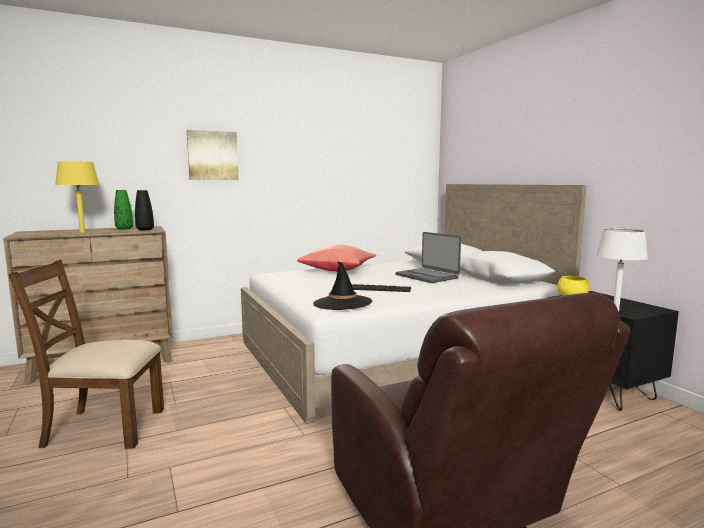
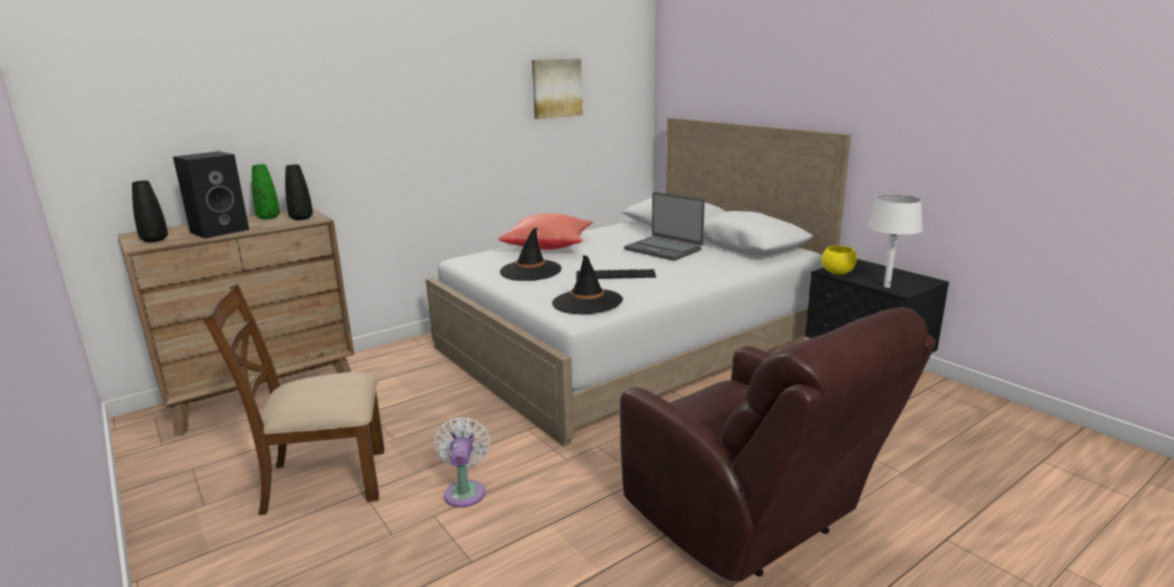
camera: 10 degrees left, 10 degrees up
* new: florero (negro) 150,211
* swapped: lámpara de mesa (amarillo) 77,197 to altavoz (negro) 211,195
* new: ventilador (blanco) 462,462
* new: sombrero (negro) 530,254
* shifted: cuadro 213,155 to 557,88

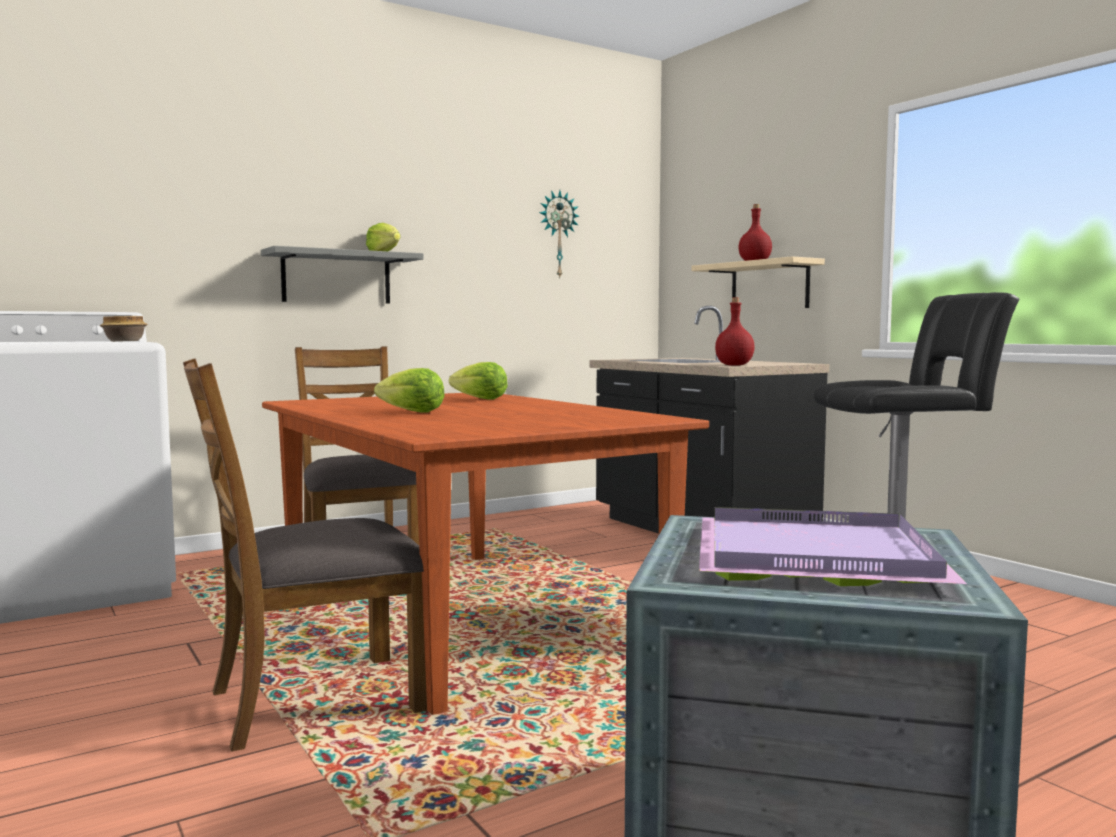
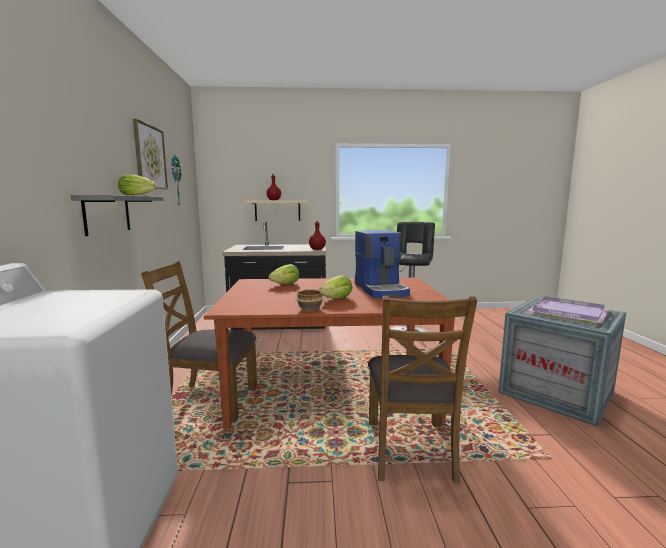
camera: 60 degrees left, 5 degrees up
* new: cuadro 150,154
* shifted: cuenco 123,329 to 309,300
* new: cafetera 382,264

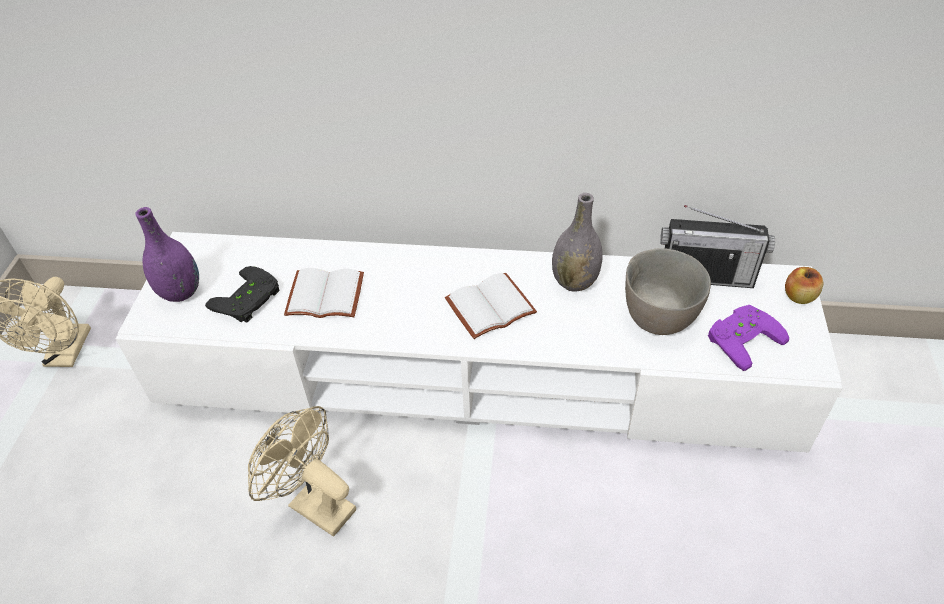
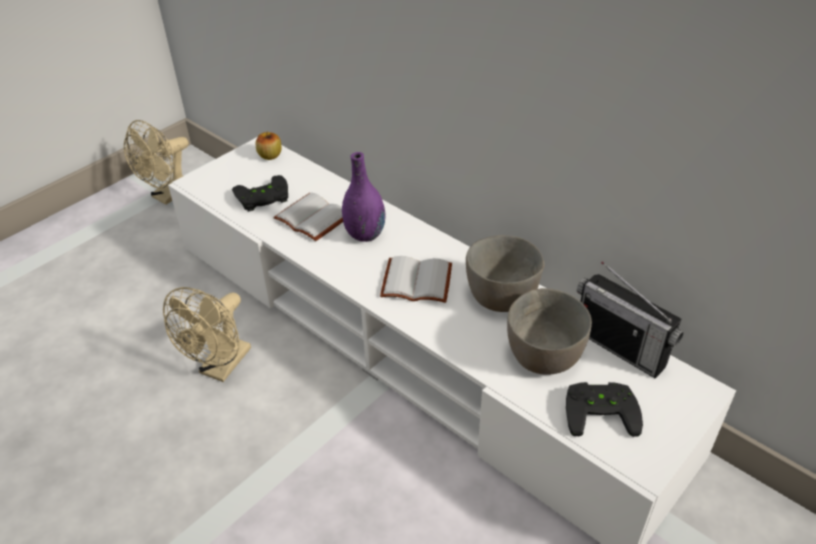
camera: 35 degrees right, 5 degrees down
* rotated: ventilador (beis) 302,471 = 207,334 135 degrees counterclockwise
* shifted: manzana 804,285 to 269,146
* shifted: florero (morado) 167,254 to 364,197
* swapped: florero (gris) 577,242 to cuenco (gris) 505,273
* repainted: mando de consola (morado) 748,338 to mando de consola (negro) 604,409

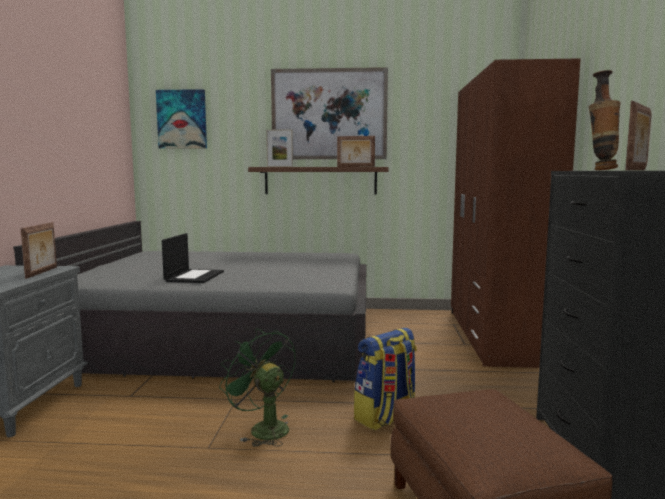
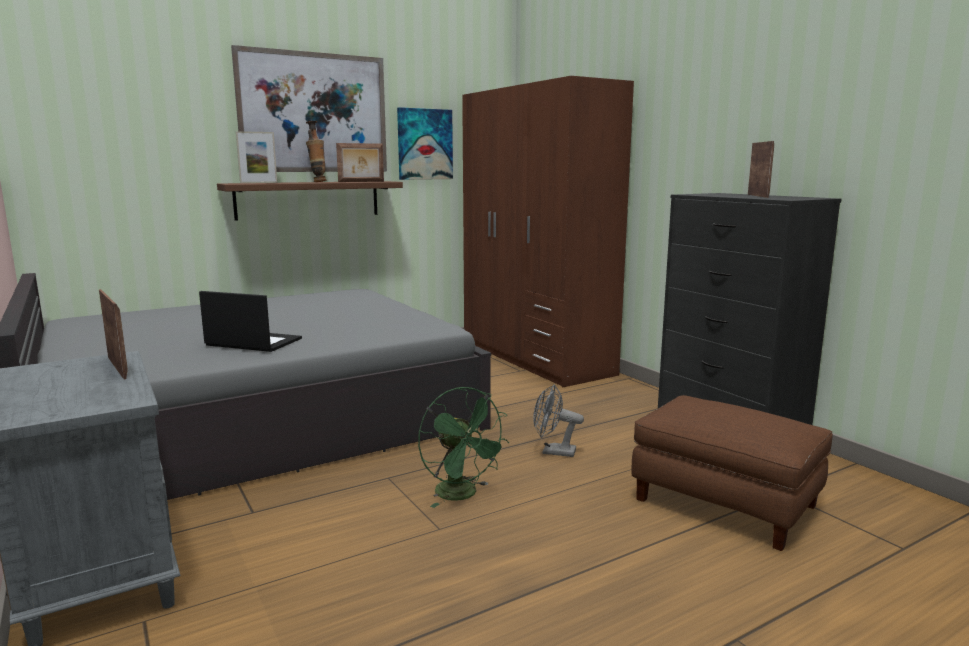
camera: 35 degrees left, 5 degrees up
* rotated: portátil 193,258 = 250,321 45 degrees counterclockwise
* shifted: florero 604,120 to 316,151
* shifted: cuadro 181,119 to 425,143
* rotated: ventilador (verde) 257,387 = 463,447 135 degrees counterclockwise
* swapped: mochila 385,379 to ventilador (gris) 558,420

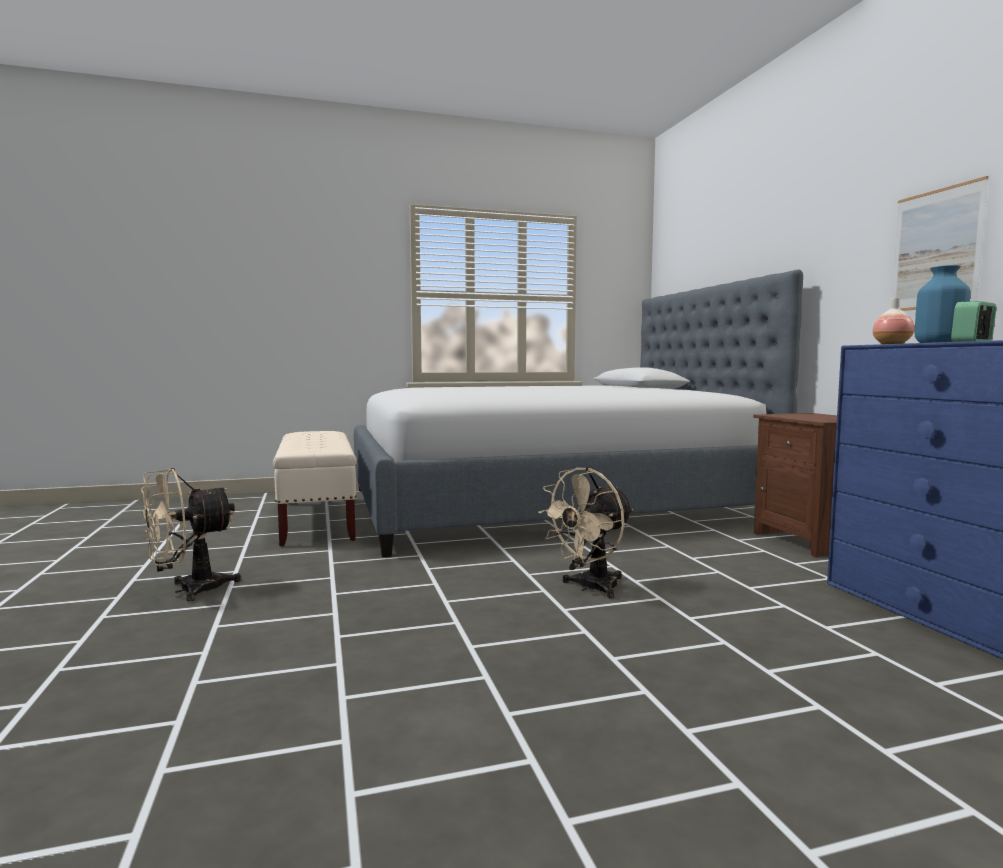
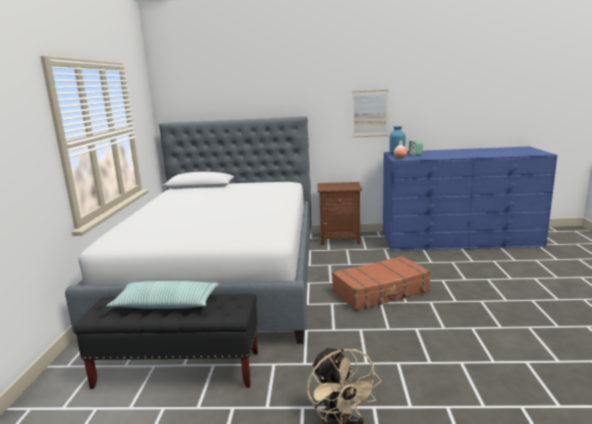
camera: 70 degrees left, 10 degrees up
* repainted: banco (beis) 315,489 to banco (negro) 166,341
* new: cojín 162,295
* swapped: ventilador (beis) 585,533 to maleta (marrón) 381,283

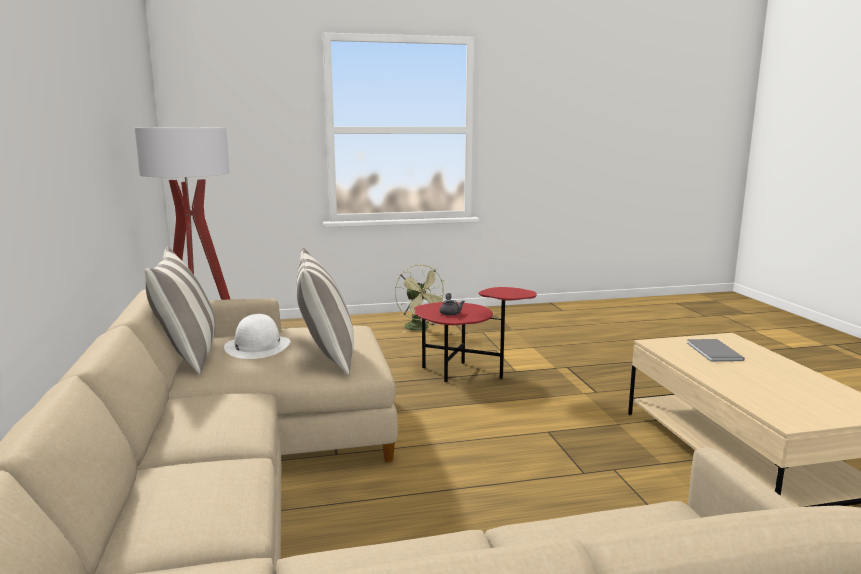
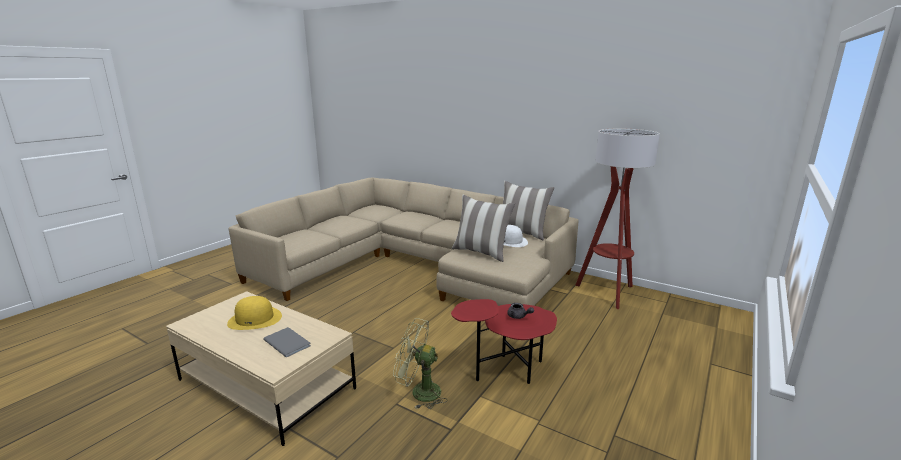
camera: 135 degrees right, 5 degrees up
* new: sombrero (amarillo) 254,313
* shifted: ventilador (verde) 421,298 to 420,363

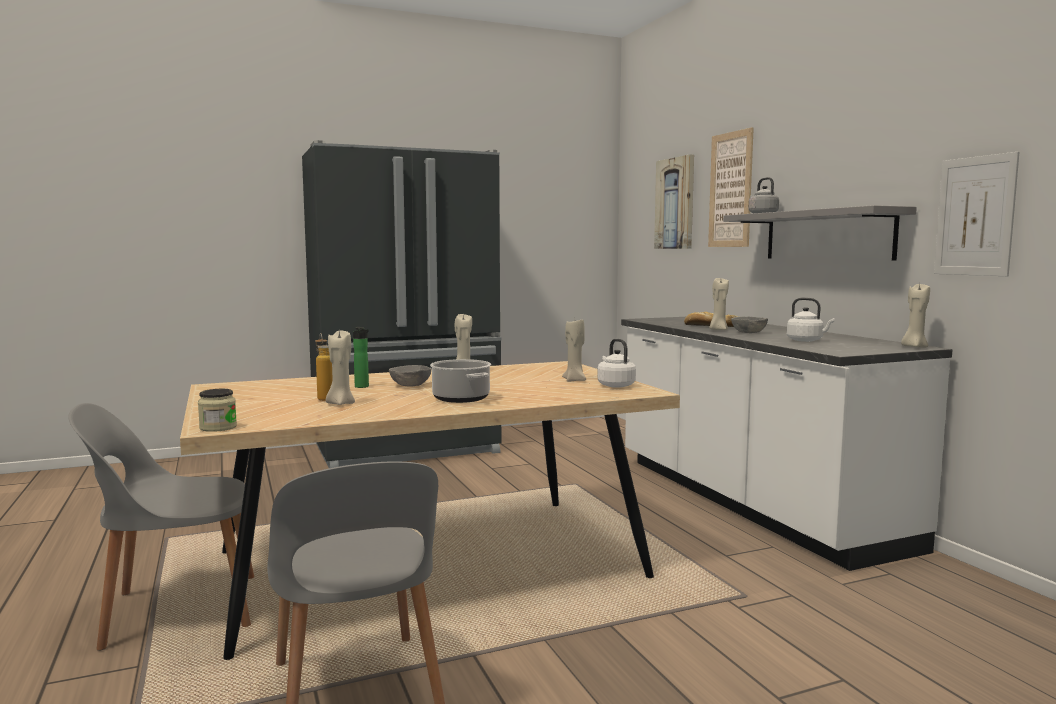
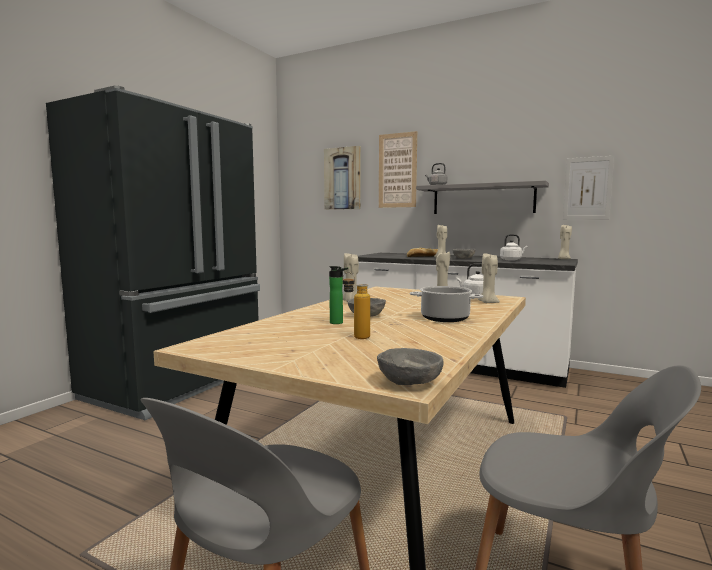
camera: 40 degrees left, 0 degrees up
* swapped: tarro 217,410 to cuenco (gris) 410,366
* shifted: vela (beis) 340,368 to 489,278

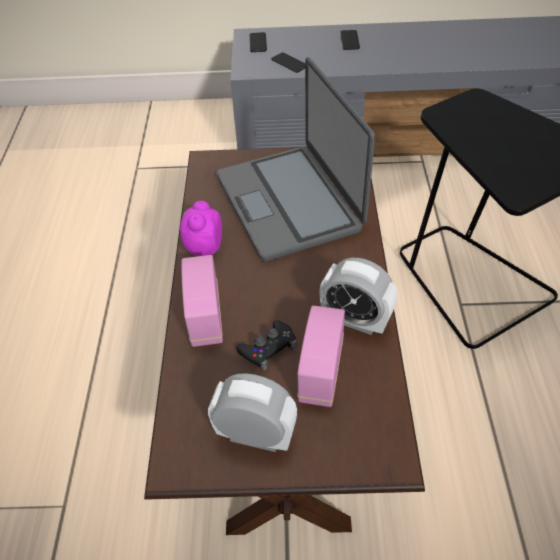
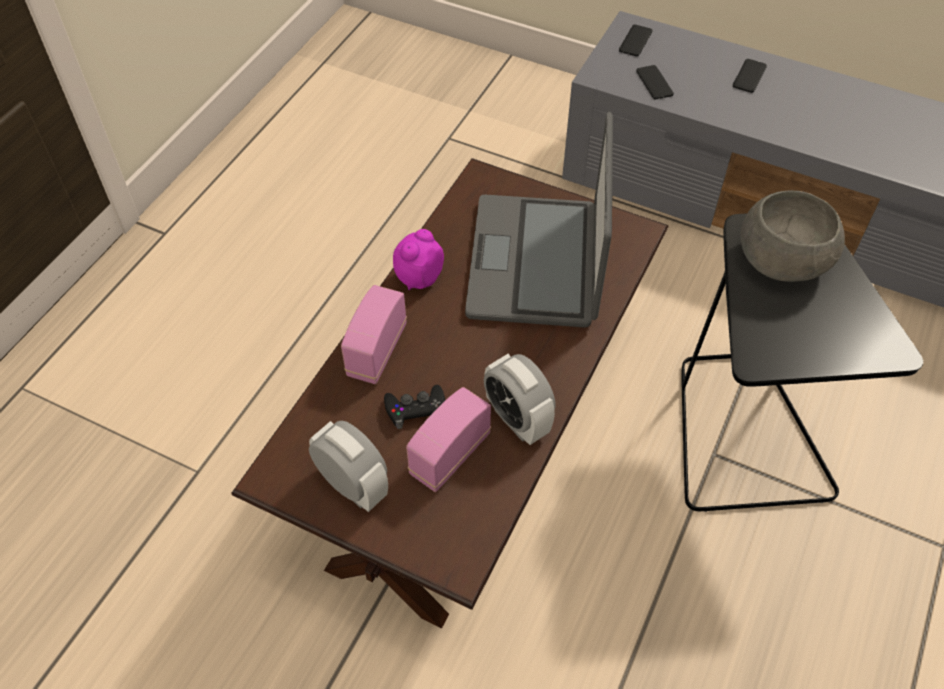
camera: 25 degrees right, 5 degrees up
* new: cuenco (gris) 792,236

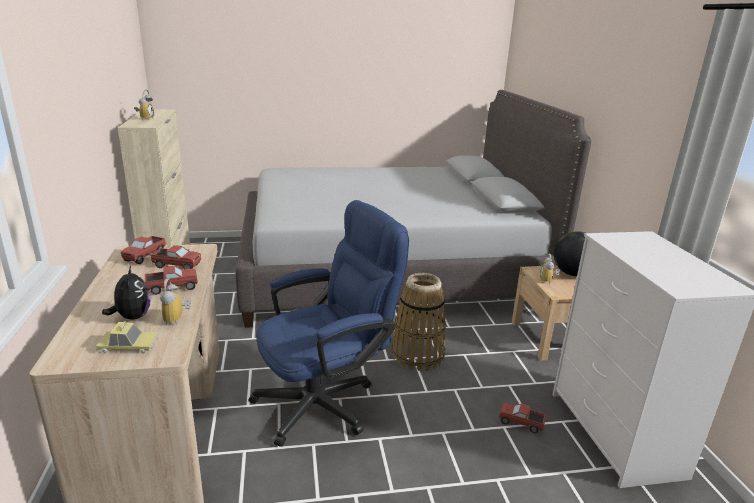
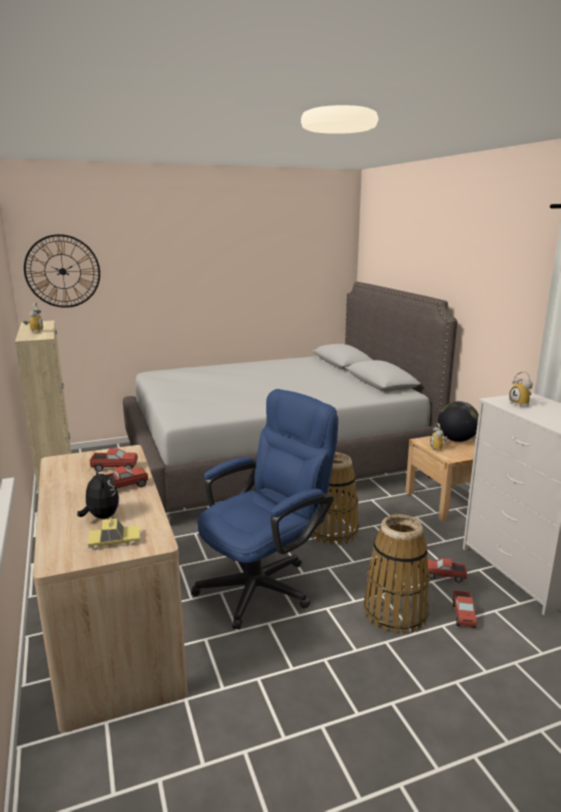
camera: 10 degrees left, 5 degrees down
* new: reloj de pared 62,271
* new: cesta 396,574
* shifted: camión de juguete 143,250 to 465,609
* shifted: despertador 175,302 to 521,388

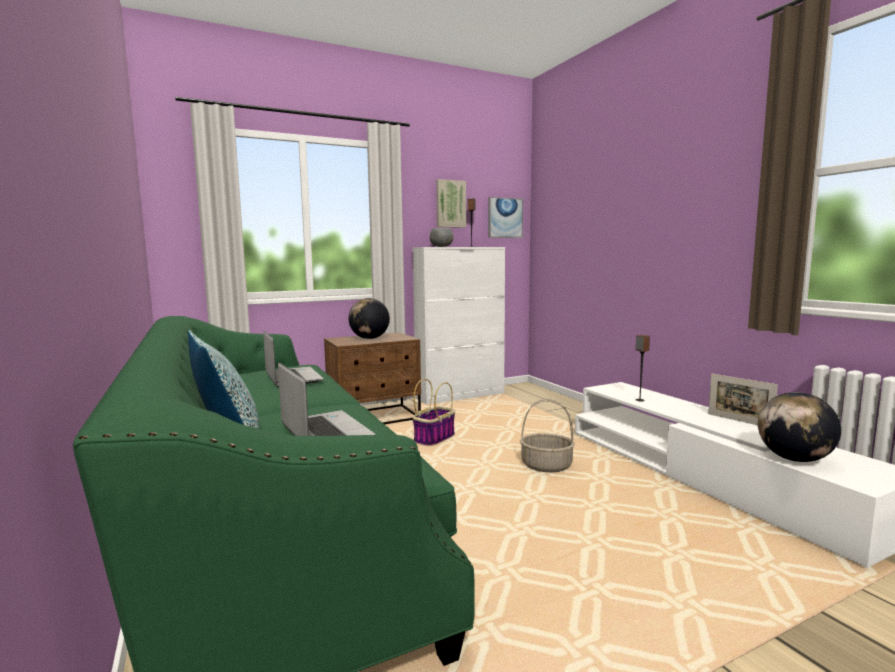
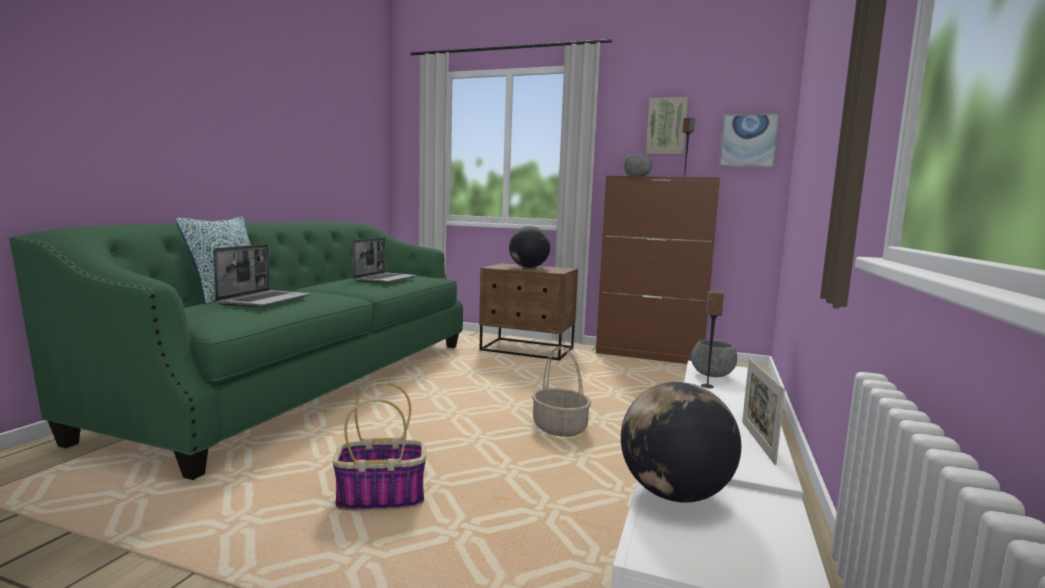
camera: 45 degrees right, 0 degrees up
* shifted: cesta 433,412 to 379,446
* repainted: armario (blanco) 458,326 to armario (marrón) 658,270
* new: cuenco (gris) 714,358

